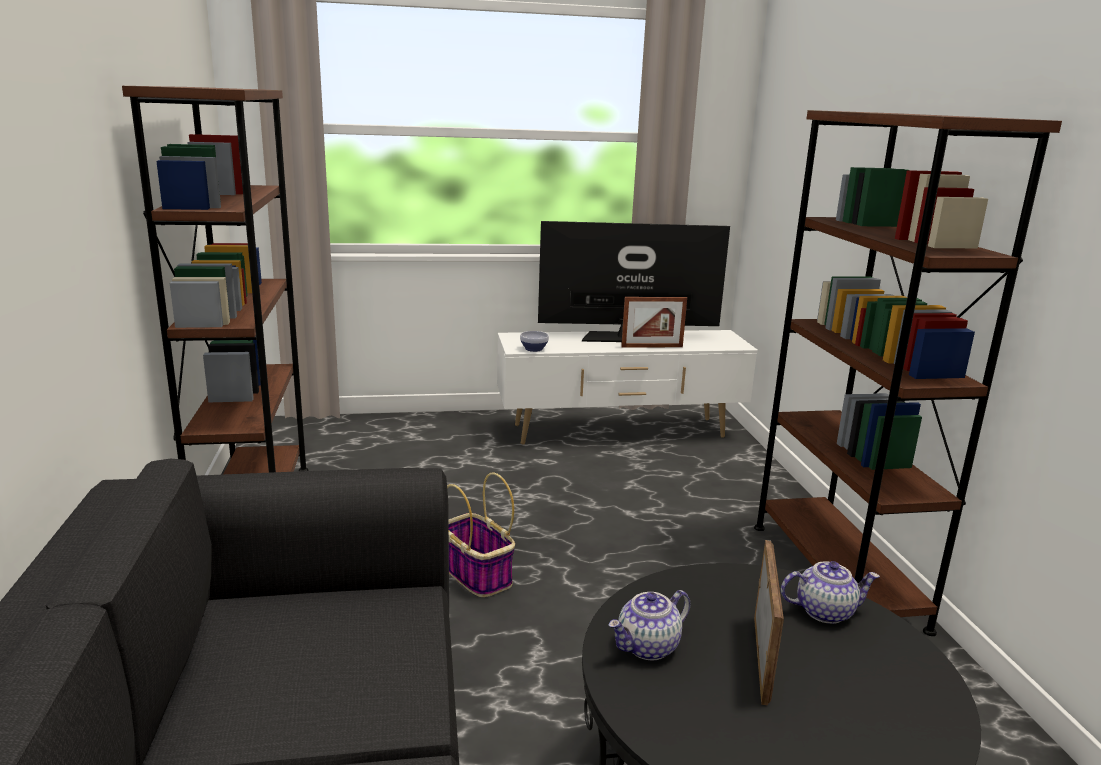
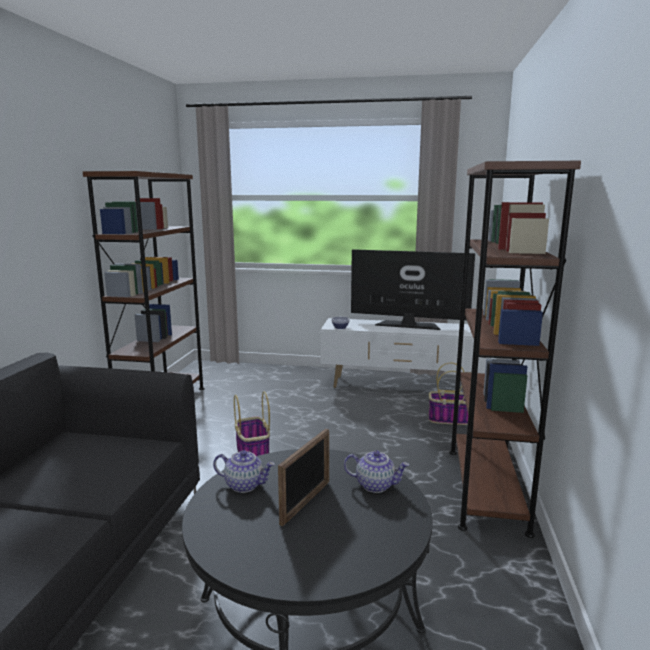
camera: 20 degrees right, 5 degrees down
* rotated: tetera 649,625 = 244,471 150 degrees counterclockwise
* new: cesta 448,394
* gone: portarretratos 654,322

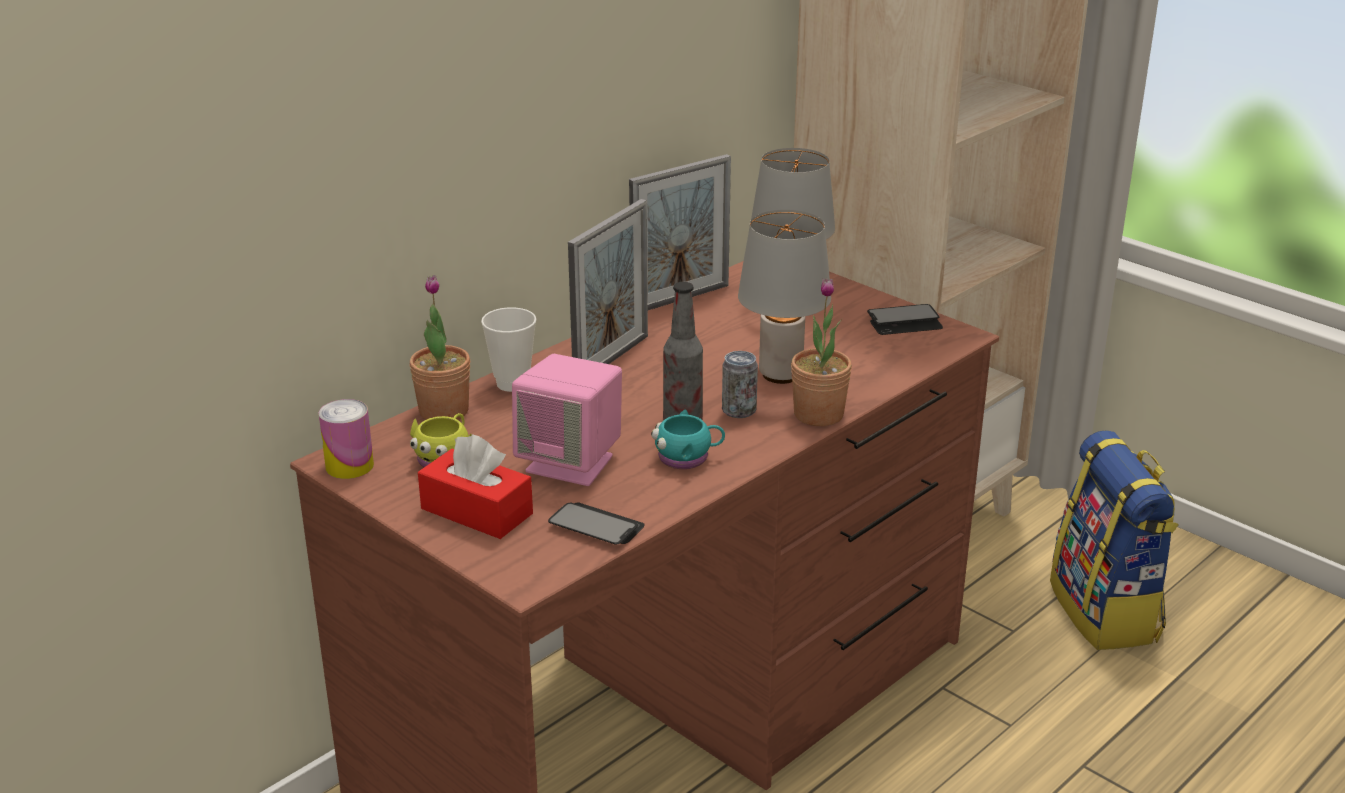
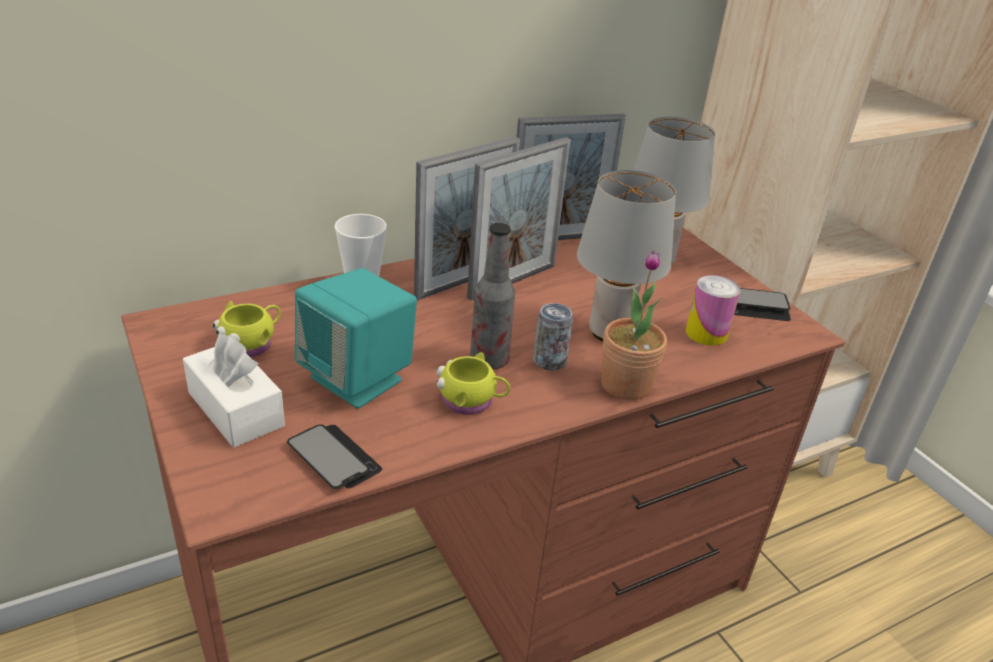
camera: 15 degrees right, 5 degrees up
* repainted: caja de pañuelos (rojo) 475,486 to caja de pañuelos (blanco) 234,391
* repainted: altavoz (rosa) 567,420 to altavoz (turquesa) 356,338
* repainted: taza grande (turquesa) 688,439 to taza grande (amarillo) 473,383
* new: portarretratos 519,219
* shifted: lata 346,439 to 713,310
* gone: planta en maceta 439,347
* gone: mochila 1114,540

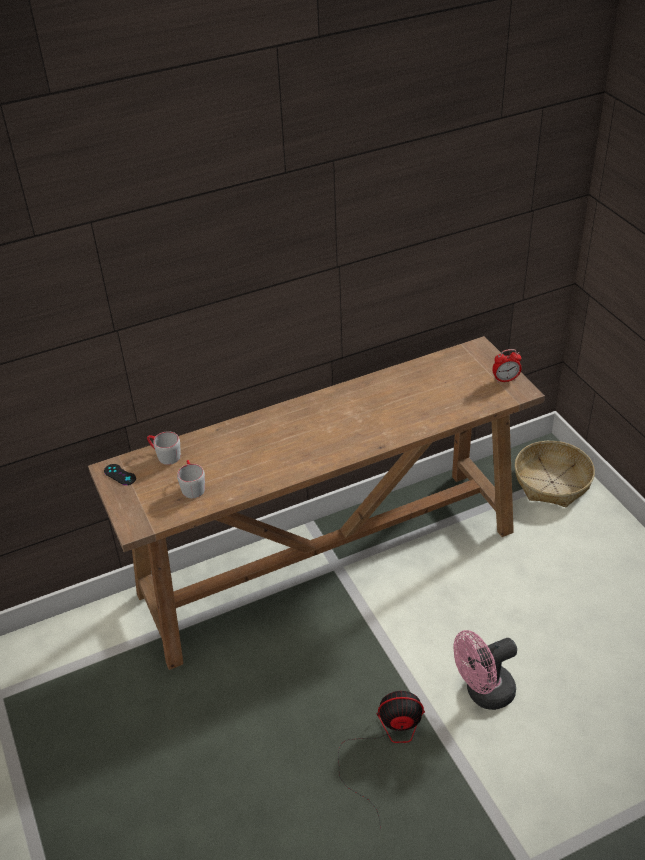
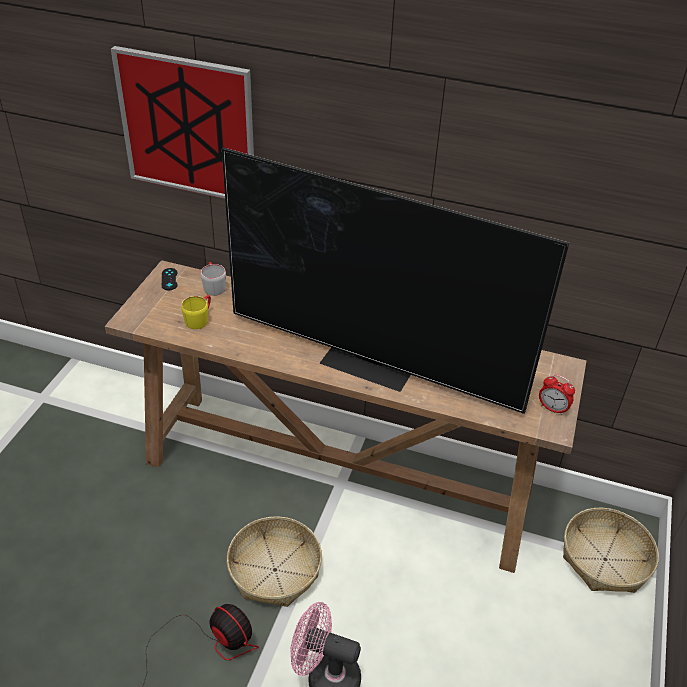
camera: 40 degrees right, 0 degrees up
* new: cuadro 182,122
* repainted: taza grande (gris) 191,479 to taza grande (amarillo) 196,312
* new: televisor 395,280
* new: cesta 274,561

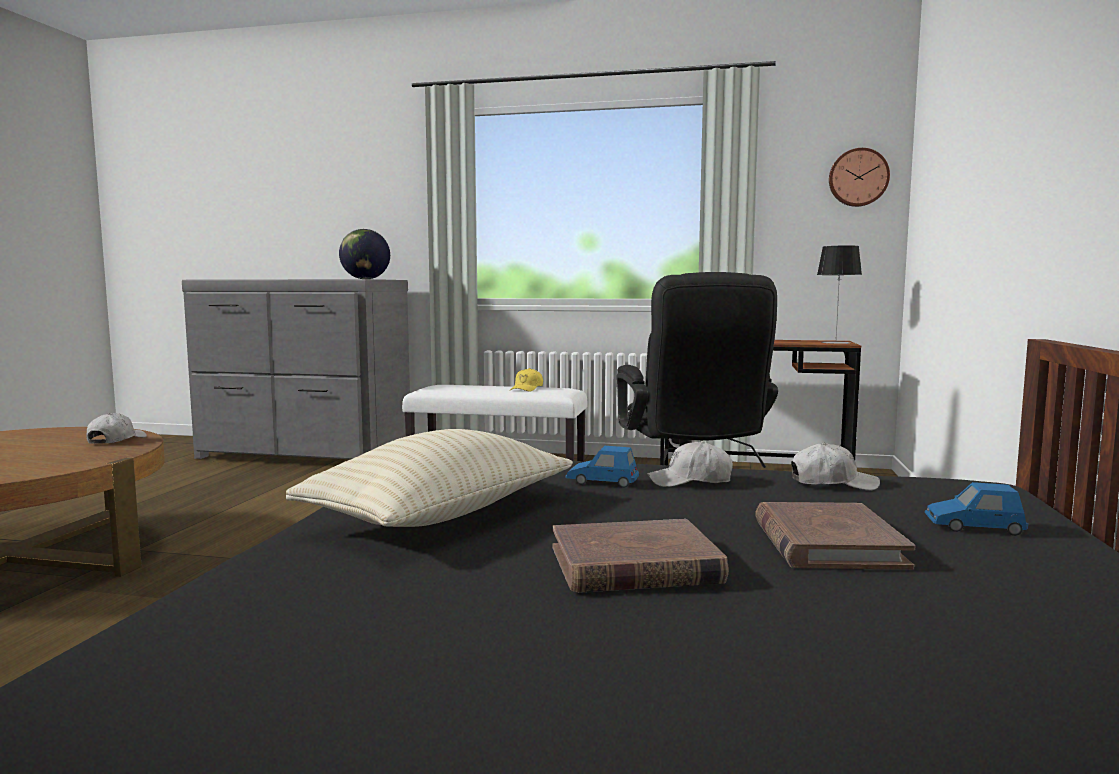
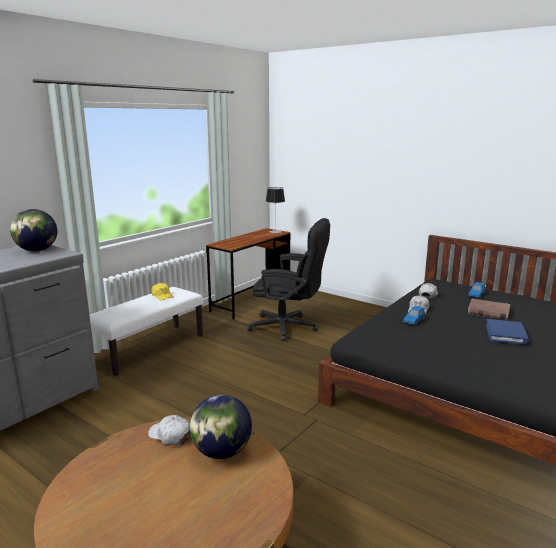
camera: 65 degrees left, 10 degrees up
* new: globo terráqueo 221,426
* repainted: libro (marrón) 641,556 to libro (azul) 507,332
* gone: cojín (beis) 429,478
* gone: reloj de pared 859,177

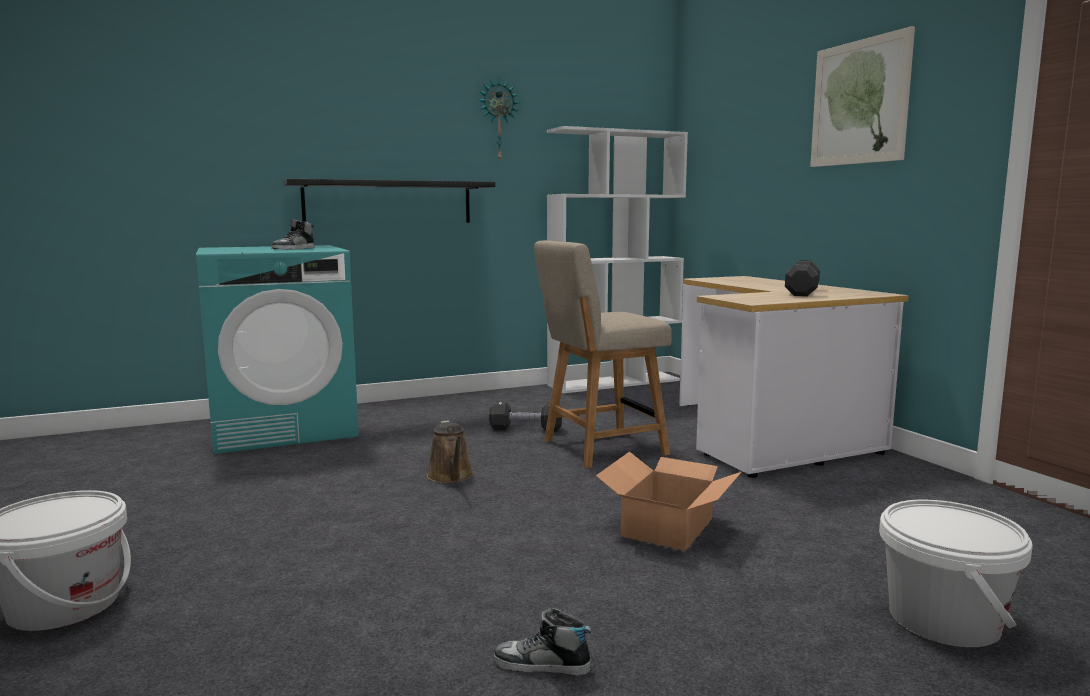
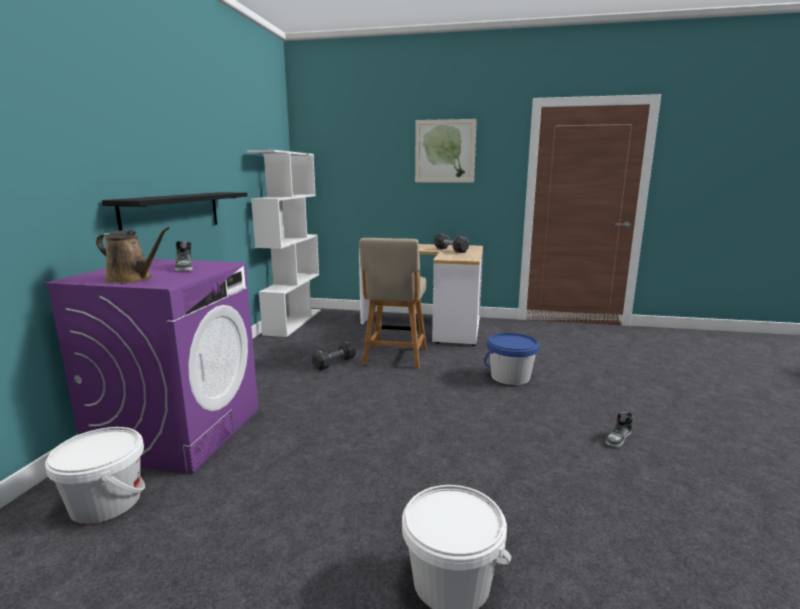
camera: 55 degrees left, 5 degrees up
* repainted: lavadora (turquesa) 277,349 to lavadora (morado) 151,366
* shifted: cubo (blanco) 956,573 to 95,475
* shifted: regadera (marrón) 450,451 to 133,255
* swapped: caja de cartón 668,501 to cubo (azul) 511,359
* gone: reloj de pared 499,120

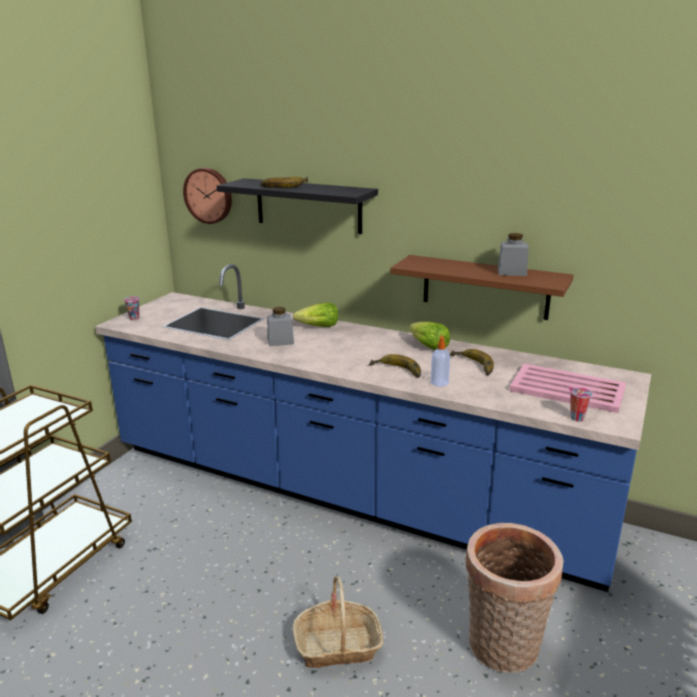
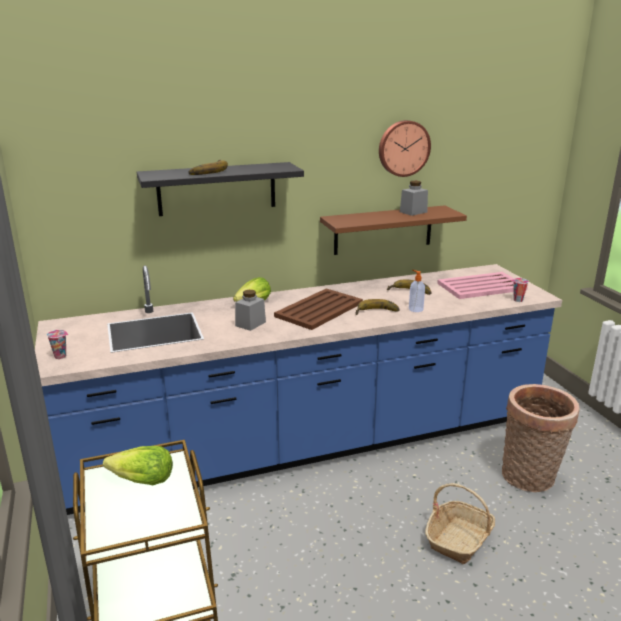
camera: 45 degrees left, 0 degrees up
* shifted: lechuga 429,336 to 138,465
* new: bandeja (marrón) 318,309
* shifted: reloj de pared 207,196 to 405,148

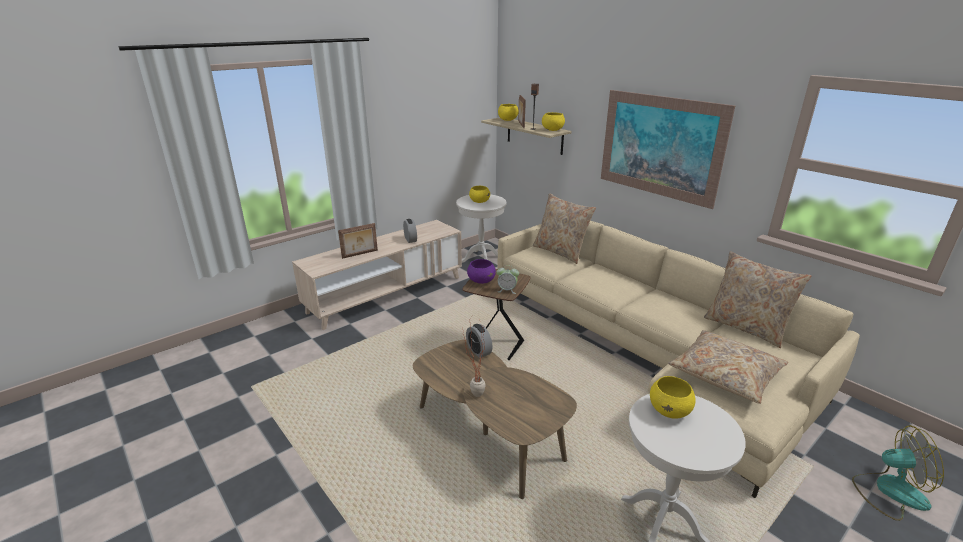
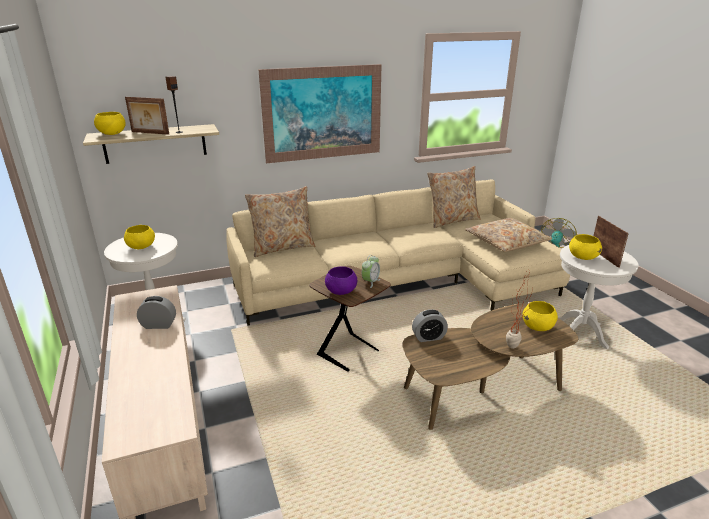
camera: 70 degrees left, 0 degrees up
* shifted: cuenco (amarillo) 553,121 to 540,316
* shifted: portarretratos 358,241 to 611,242

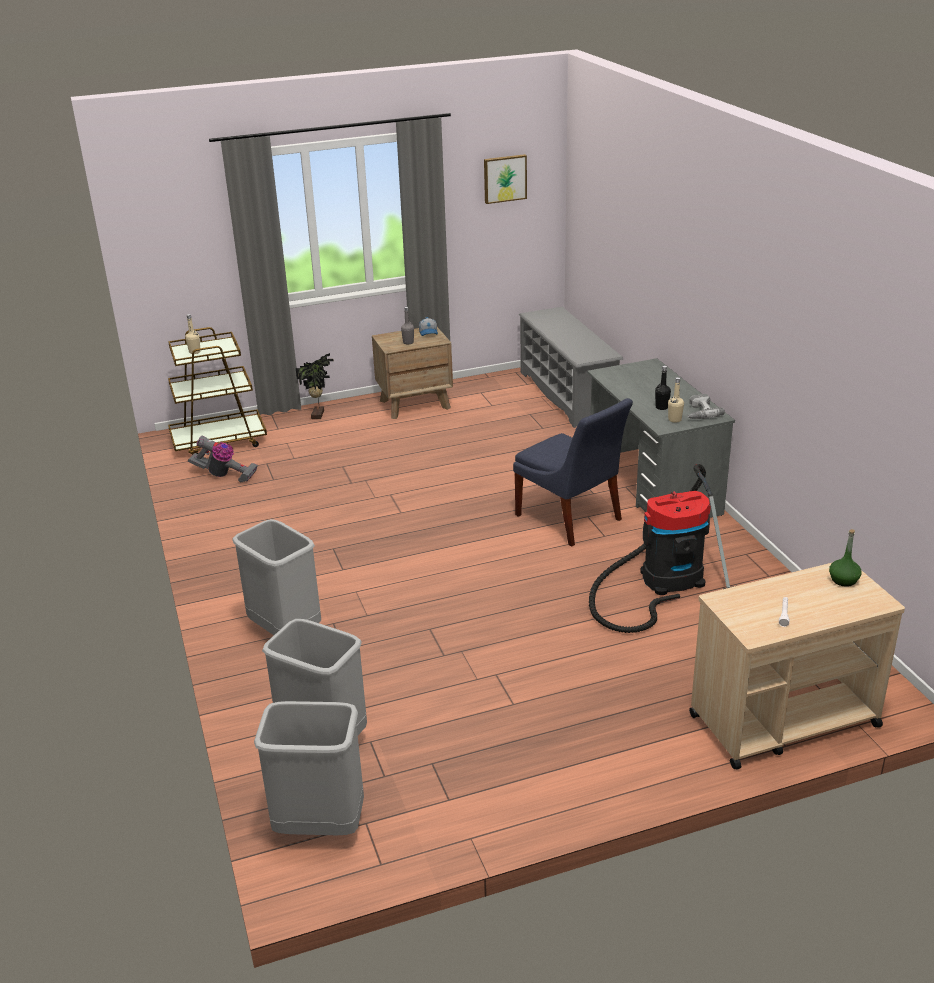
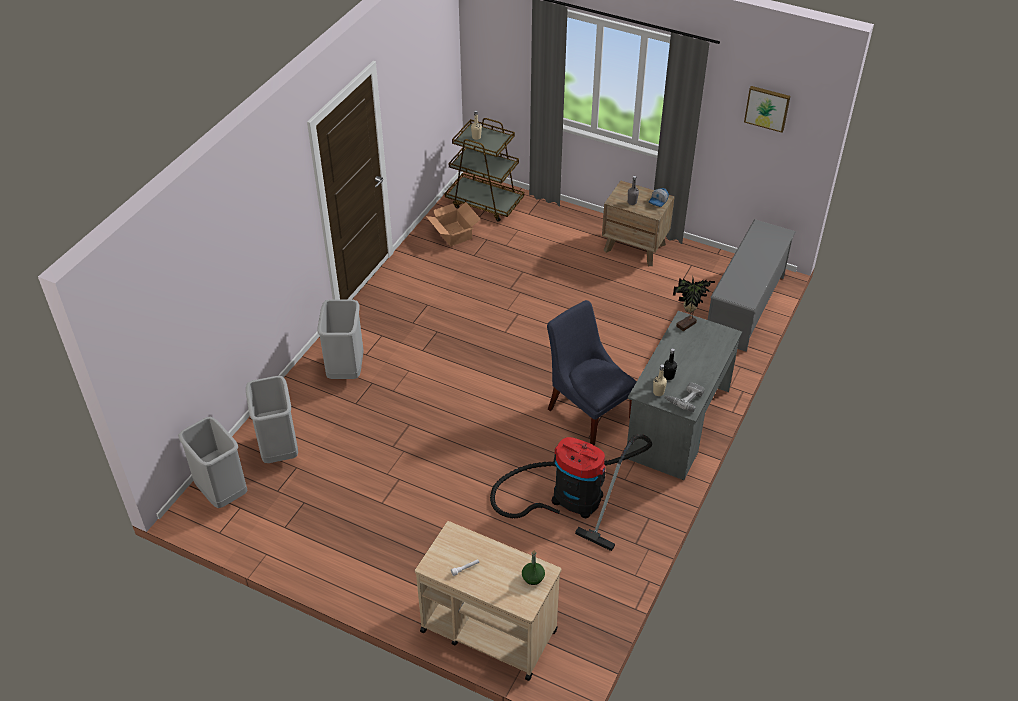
camera: 45 degrees right, 15 degrees up
* swapped: aspiradora 223,459 to caja de cartón 453,224
* rotated: silla (azul) 573,472 = 592,372 135 degrees clockwise
* shifted: planta en maceta 315,386 to 694,304

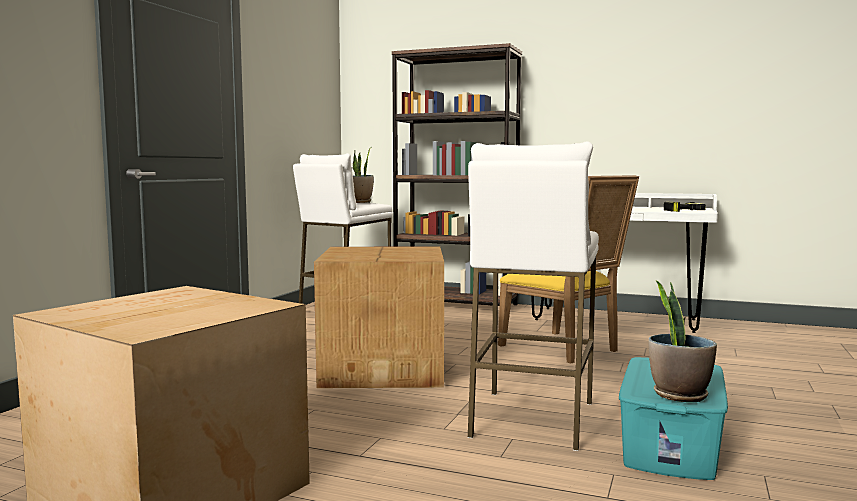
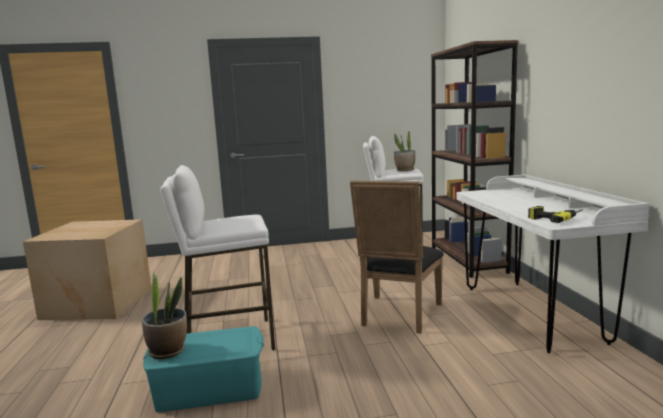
camera: 60 degrees right, 5 degrees up
* repainted: silla (amarillo) 568,269 to silla (negro) 397,257
* gone: caja de cartón 379,317

